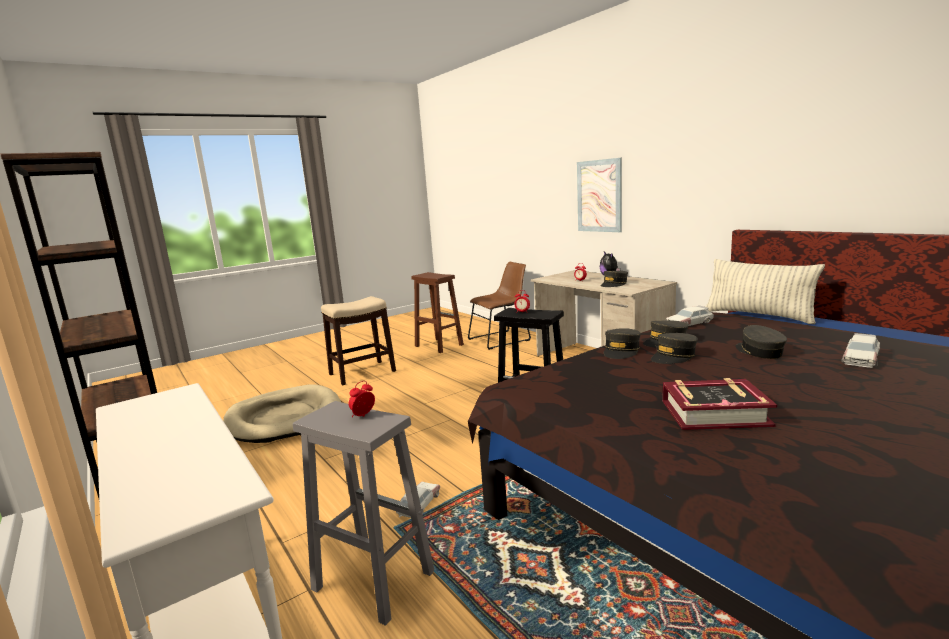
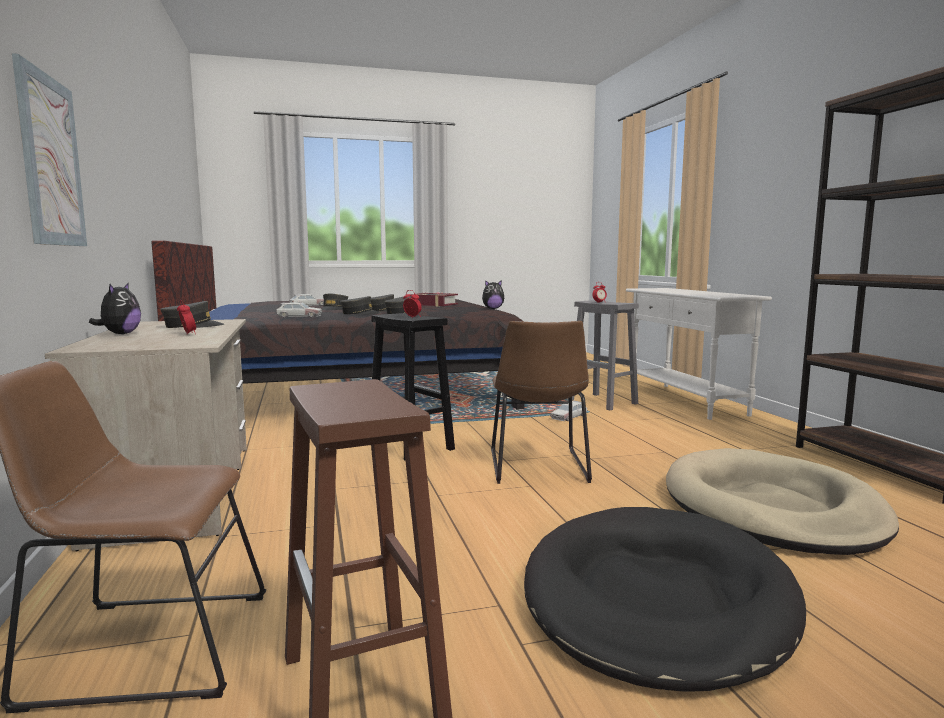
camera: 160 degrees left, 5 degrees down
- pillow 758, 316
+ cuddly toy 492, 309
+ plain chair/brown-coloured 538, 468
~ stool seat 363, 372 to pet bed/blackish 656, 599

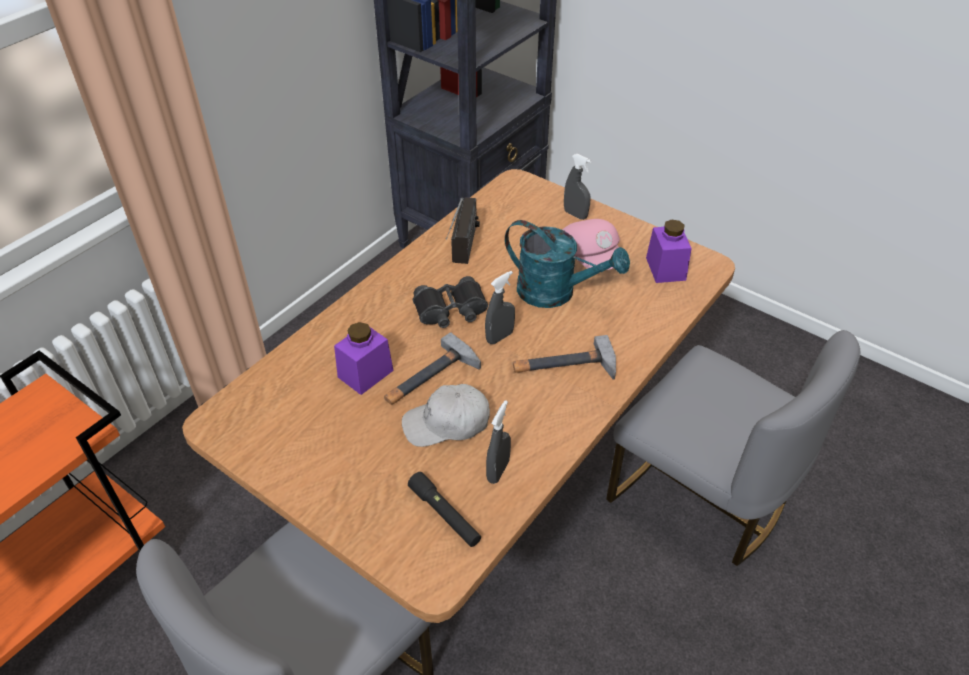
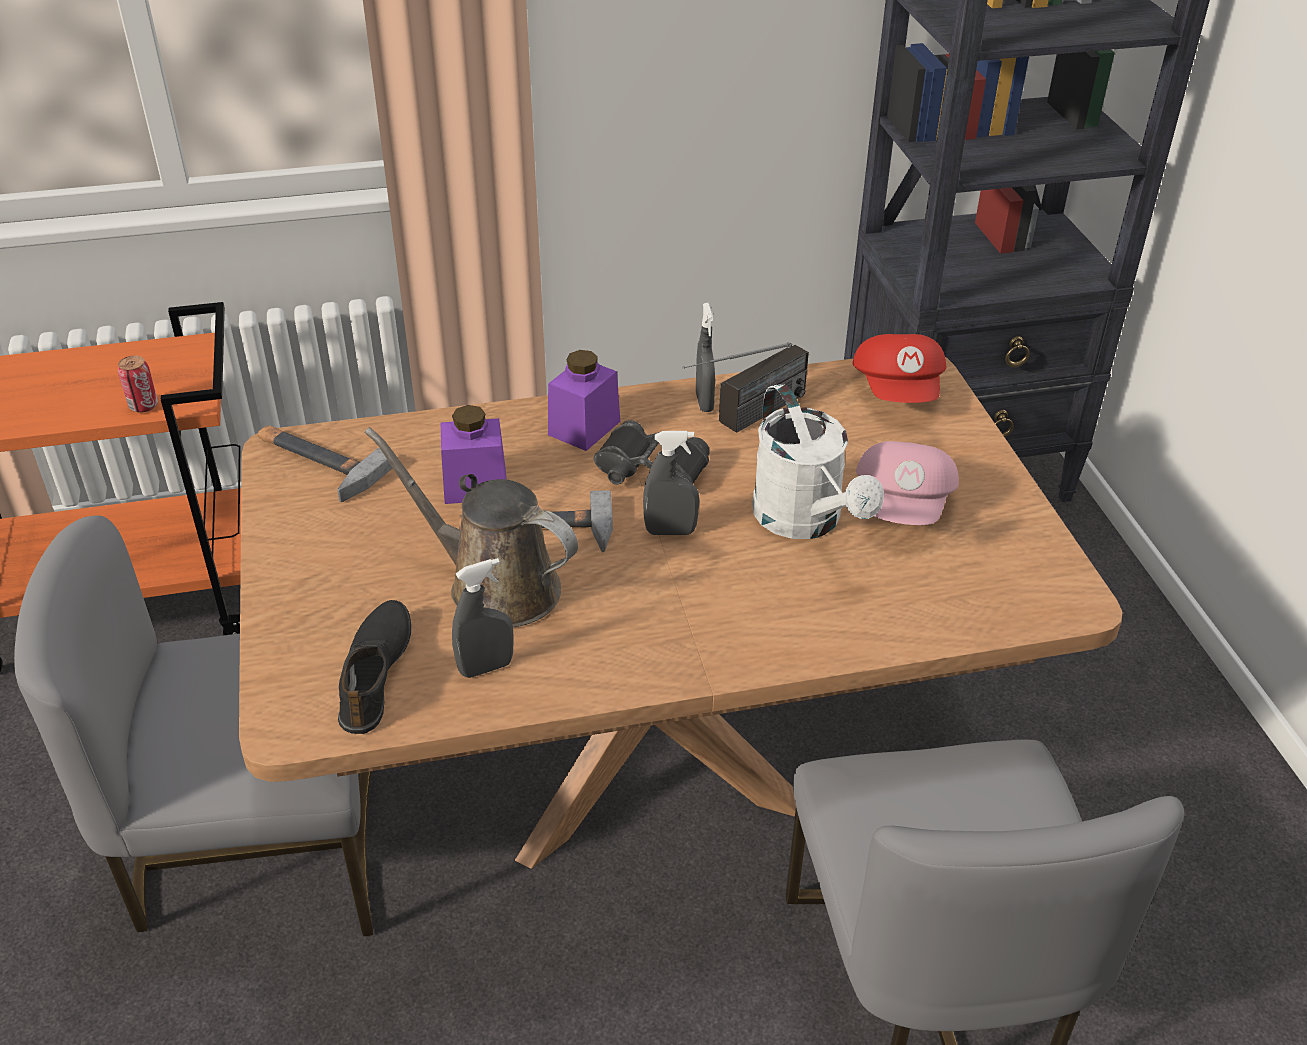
camera: 40 degrees right, 5 degrees down
+ sealed can 143, 406
+ baseball cap/red-coloured 899, 391
~ hand hammer 564, 366 to 316, 462
~ sprayer/gray 575, 214 to 704, 402
~ preserve jar/purple 665, 269 to 584, 428
~ baseball cap/white-coloured 447, 423 to sprinkling can/brown-coloured 495, 586
~ hand torch/blackish 445, 515 to shoe/blackish 376, 673
~ sprinkling can/turquoise-coloured 556, 293 to sprinkling can/white-coloured 805, 521

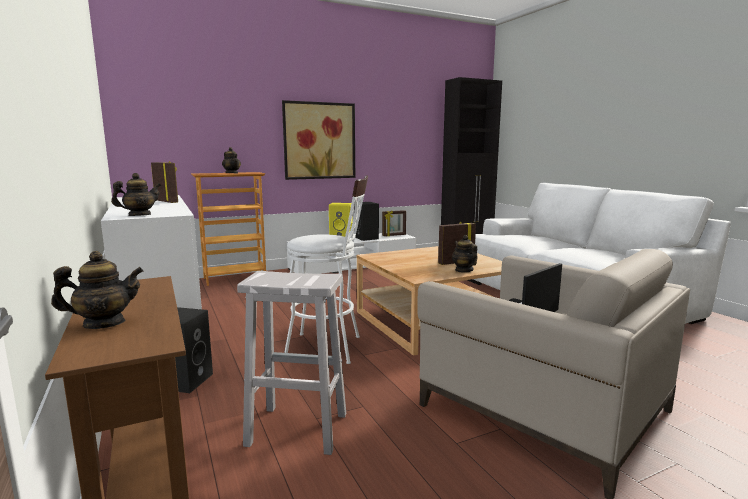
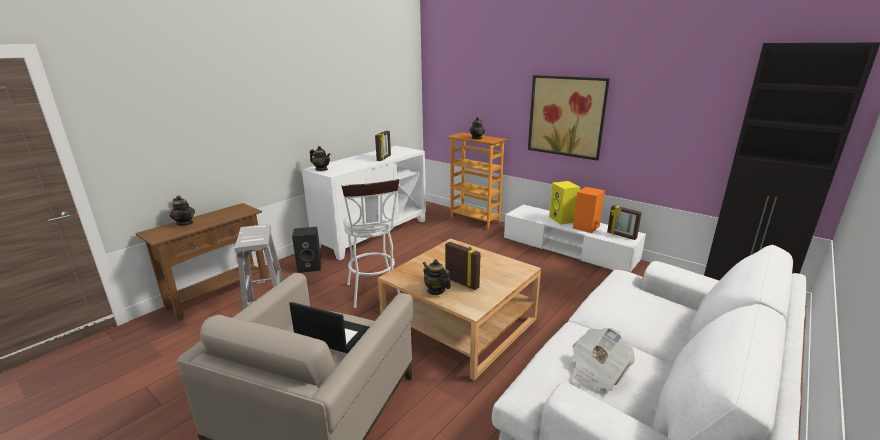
camera: 65 degrees right, 10 degrees up
+ daily paper 596, 371
~ audio speaker/blackish 367, 238 to audio speaker/orangey 586, 227
~ teapot 464, 270 = 436, 290 90 degrees counterclockwise

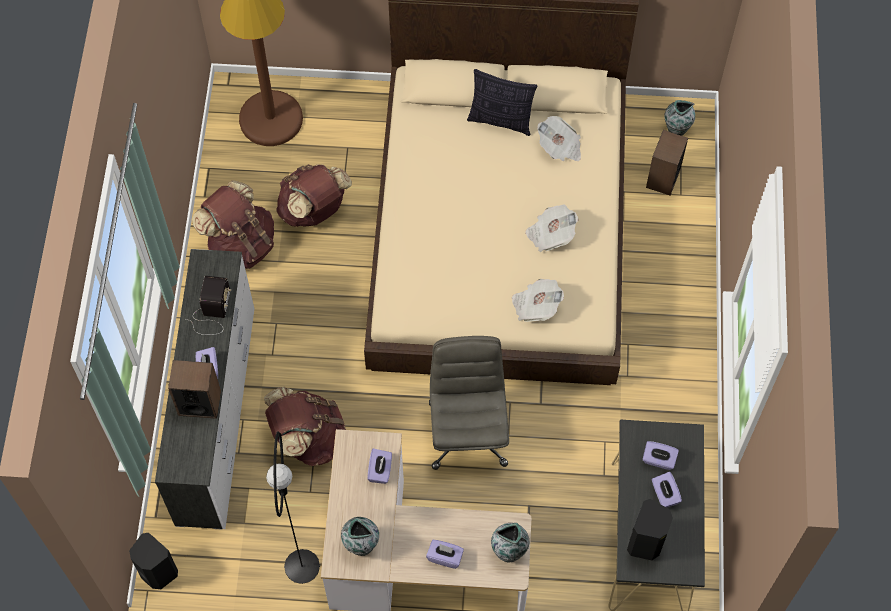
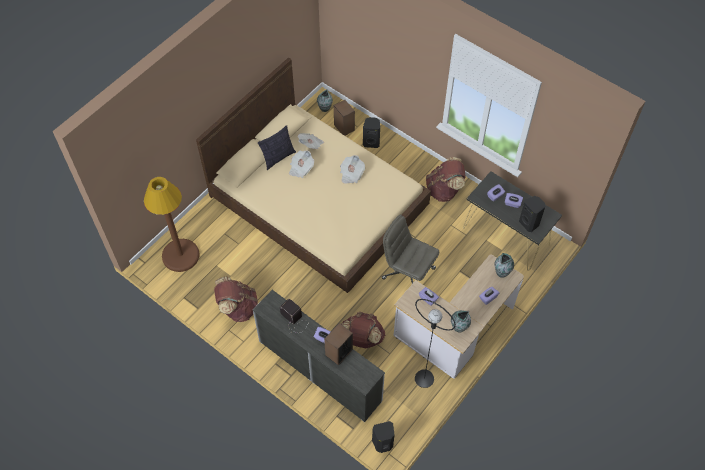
camera: 55 degrees left, 5 degrees down
+ audio speaker/blackish 371, 142
~ backpack/brown-coloured 314, 211 to 444, 190
~ daily paper 535, 306 to 301, 168

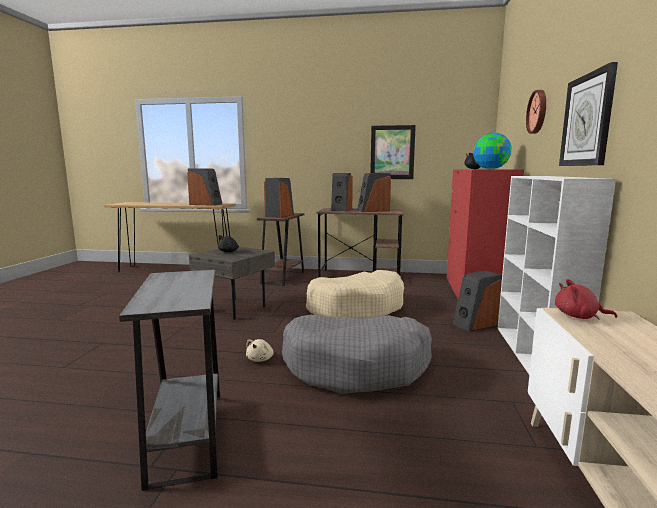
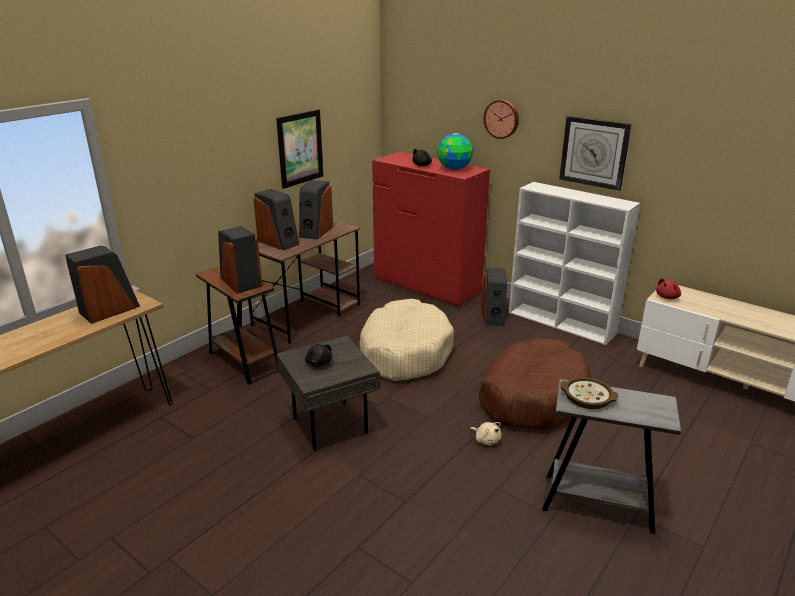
camera: 60 degrees left, 15 degrees up
+ deep dish 587, 397
~ pet bed/gray 356, 366 to pet bed/brown-coloured 532, 396

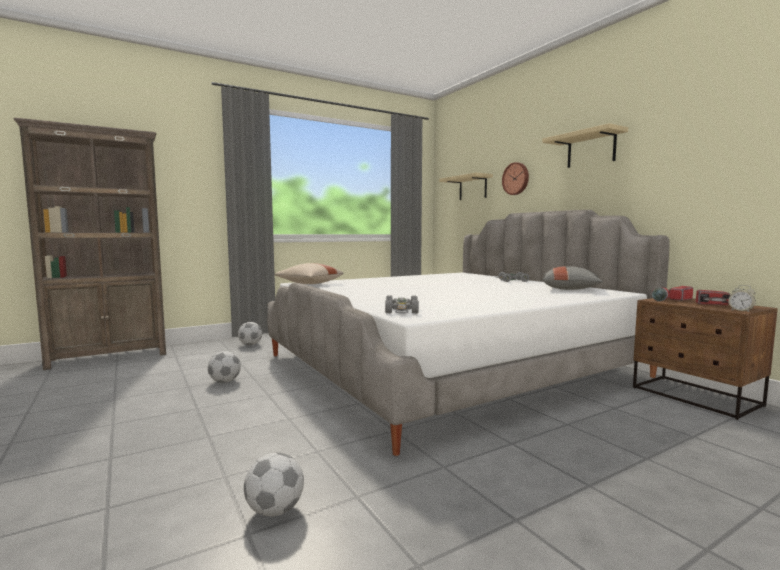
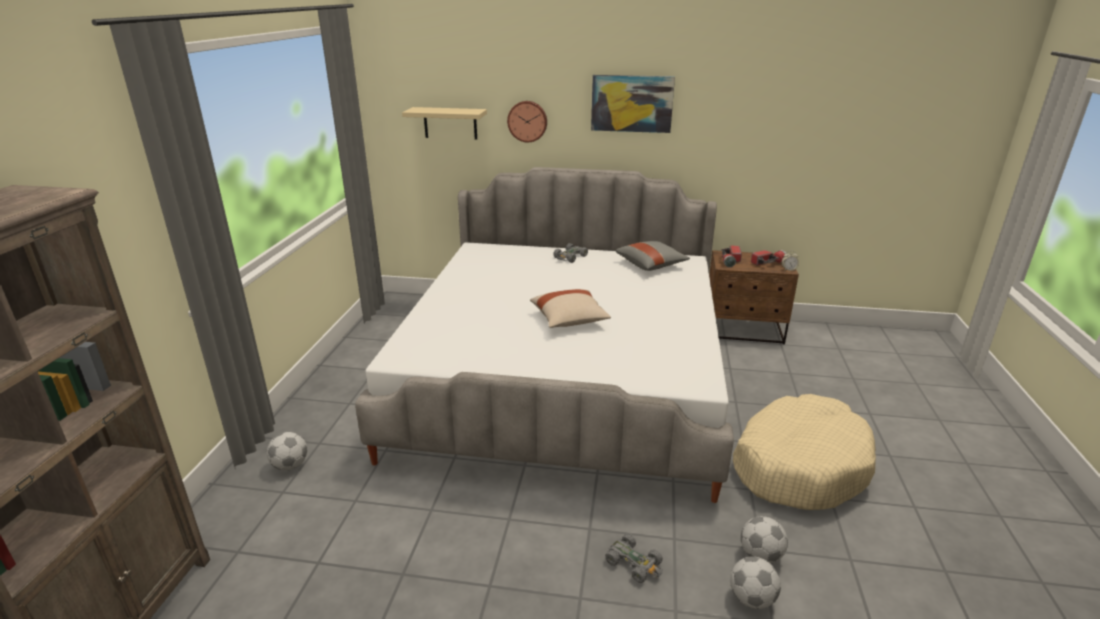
camera: 50 degrees left, 20 degrees up
+ pet bed/beige 799, 465
~ football 225, 381 to 760, 555
~ pillow/beige 309, 284 to 569, 320
~ miniature car/gray 402, 311 to 634, 563
~ wall shelf/beige 591, 149 to picture 632, 103

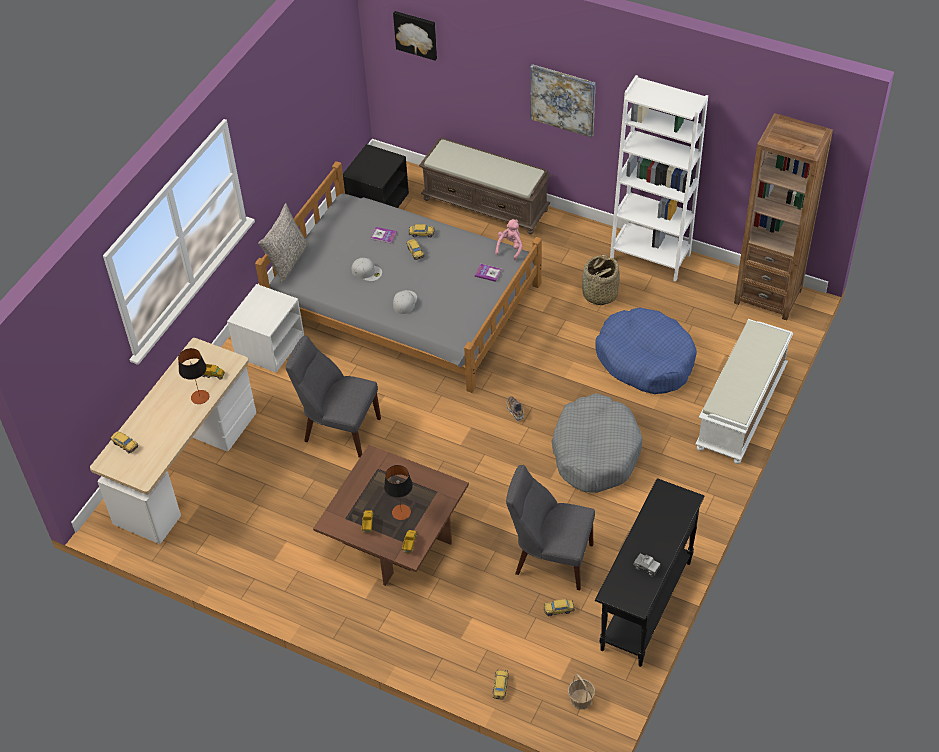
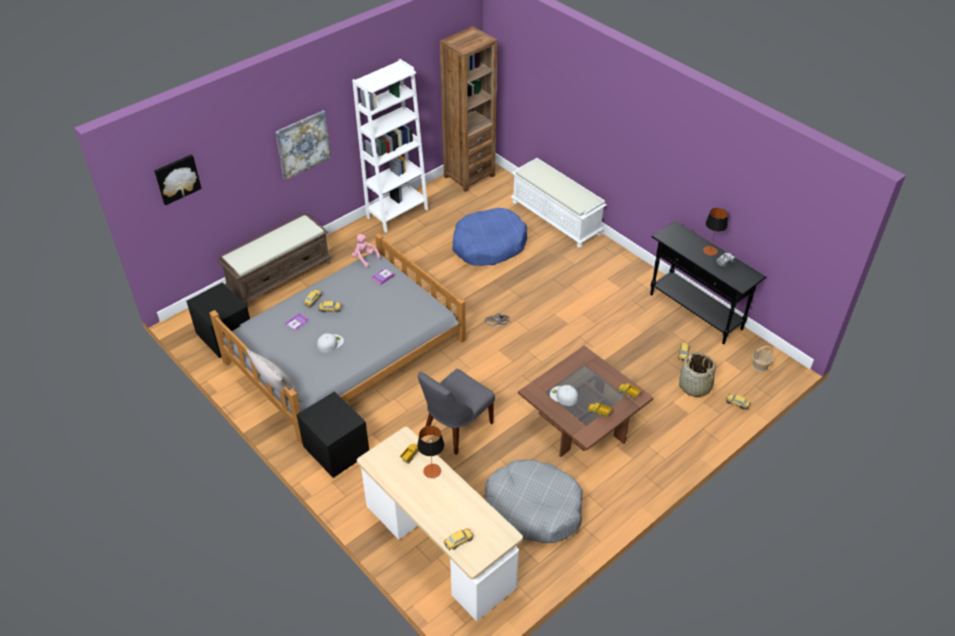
camera: 70 degrees left, 5 degrees down
- plain chair/gray 550, 558
~ tabletop lamp 401, 512 to 710, 251
~ baseball cap/white-coloured 404, 302 to 563, 396
~ pet bed/gray 595, 452 to 533, 509
~ household basket 599, 294 to 695, 386
~ nightstand/white-coloured 269, 346 to nightstand/blackish 335, 450

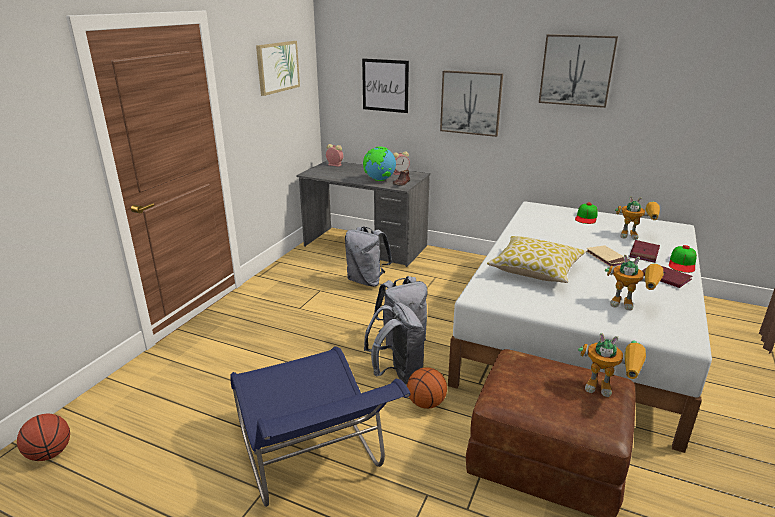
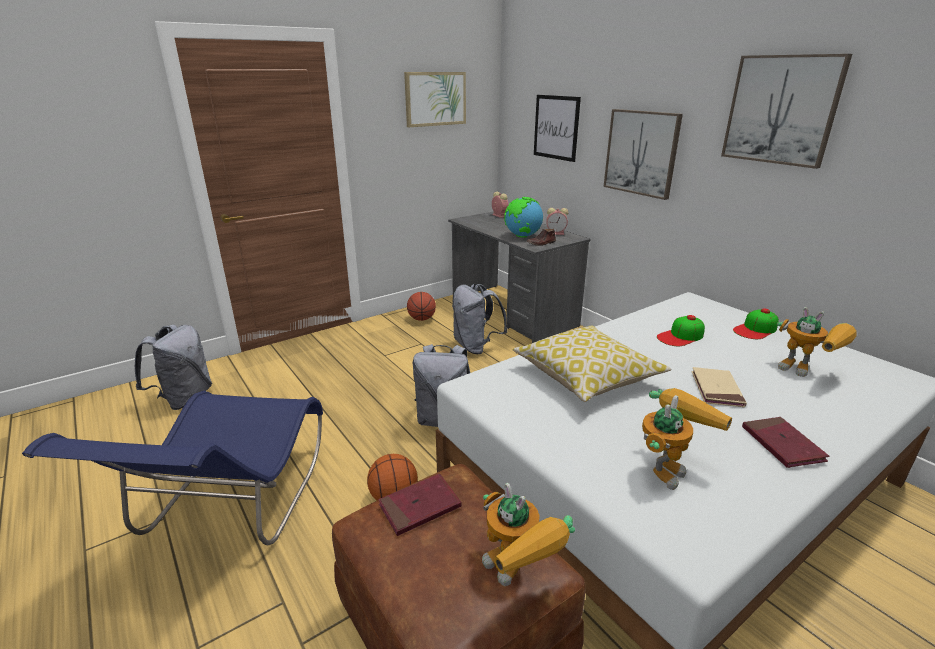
camera: 30 degrees right, 0 degrees up
~ ball for basketball 50, 453 to 421, 319
~ backpack/gray 397, 374 to 184, 398
~ book/red-coloured 644, 253 to 420, 507
~ baseball cap 682, 263 to 681, 336
~ toy robot 631, 305 = 667, 465 105 degrees counterclockwise

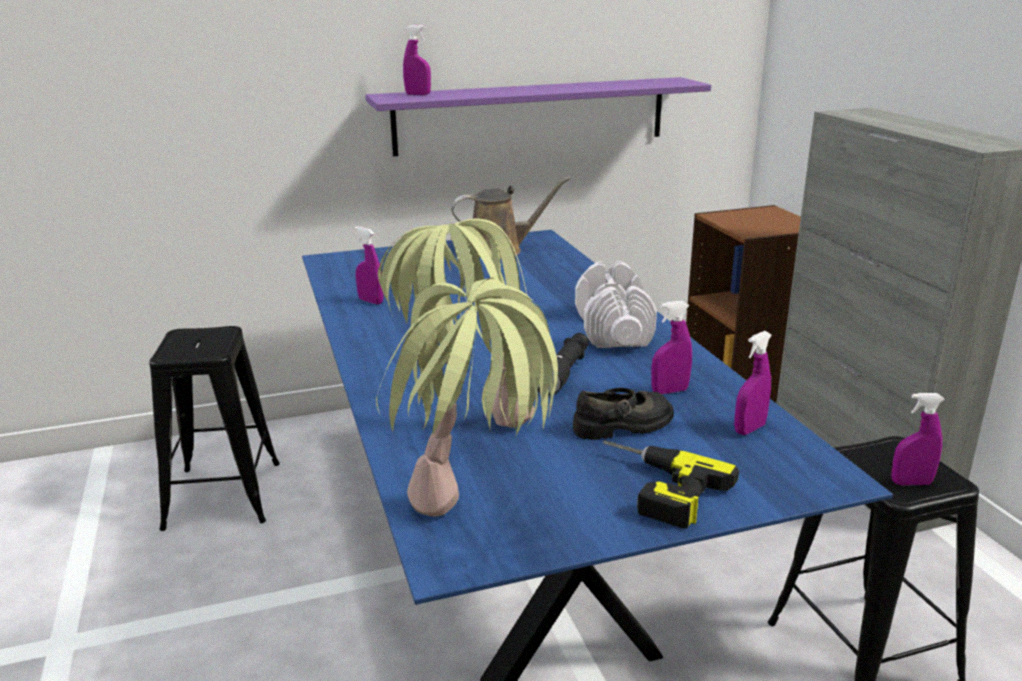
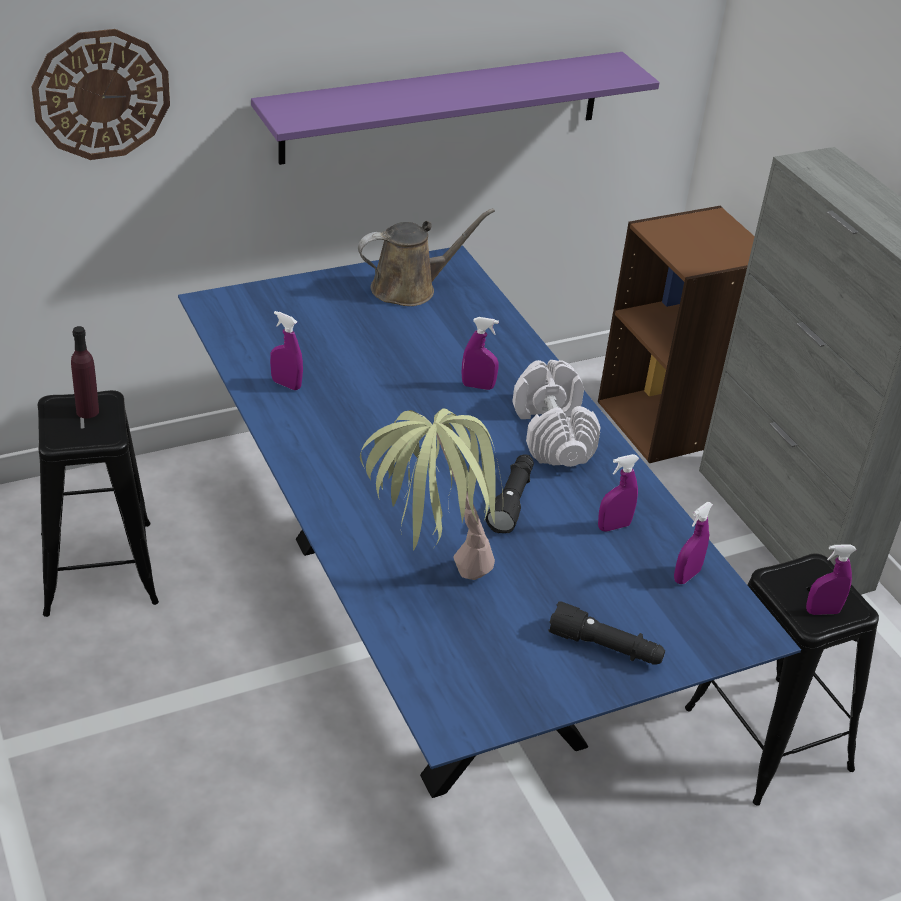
camera: 10 degrees left, 15 degrees up
- potted plant 477, 530
- shoe/blackish 624, 426
+ wall clock 101, 94
+ bottle/purple 87, 411
~ sprayer/purple 418, 94 to 478, 386
~ drill 652, 488 to hand torch/blackish 605, 648

